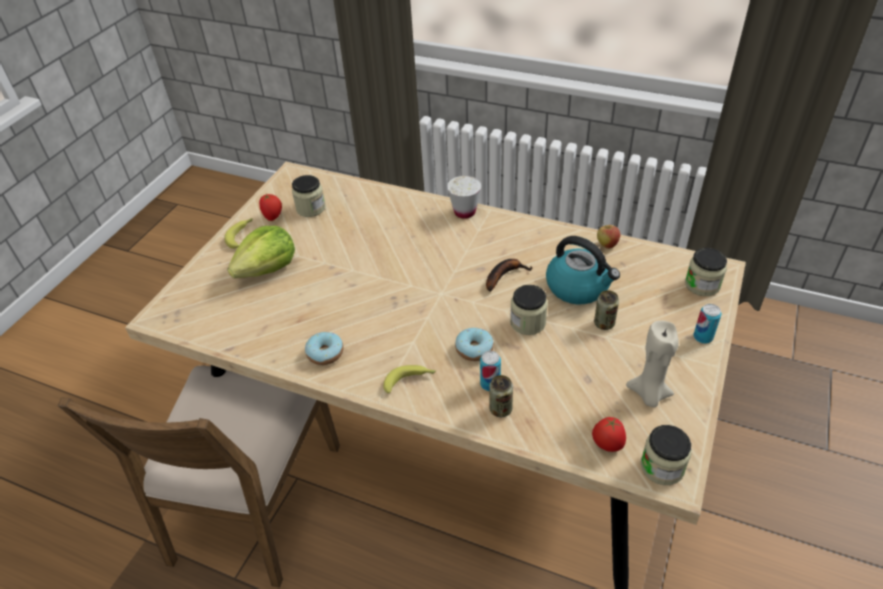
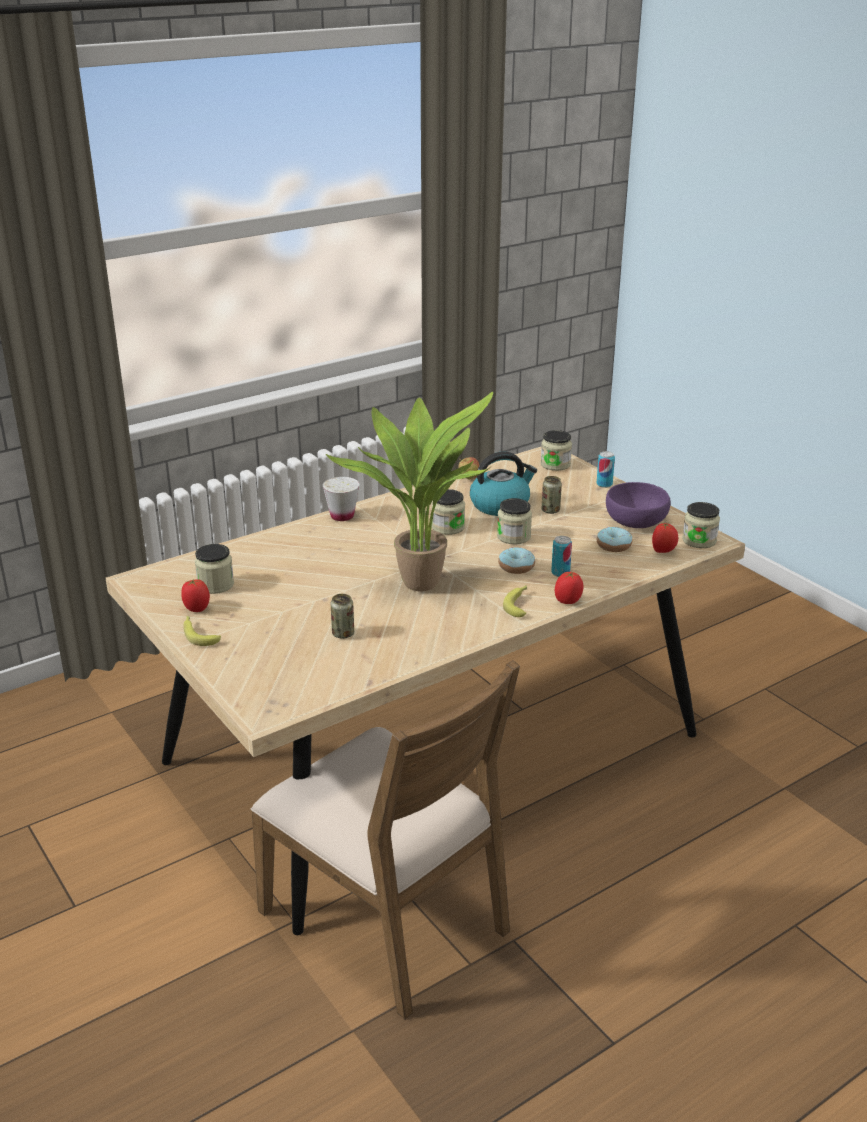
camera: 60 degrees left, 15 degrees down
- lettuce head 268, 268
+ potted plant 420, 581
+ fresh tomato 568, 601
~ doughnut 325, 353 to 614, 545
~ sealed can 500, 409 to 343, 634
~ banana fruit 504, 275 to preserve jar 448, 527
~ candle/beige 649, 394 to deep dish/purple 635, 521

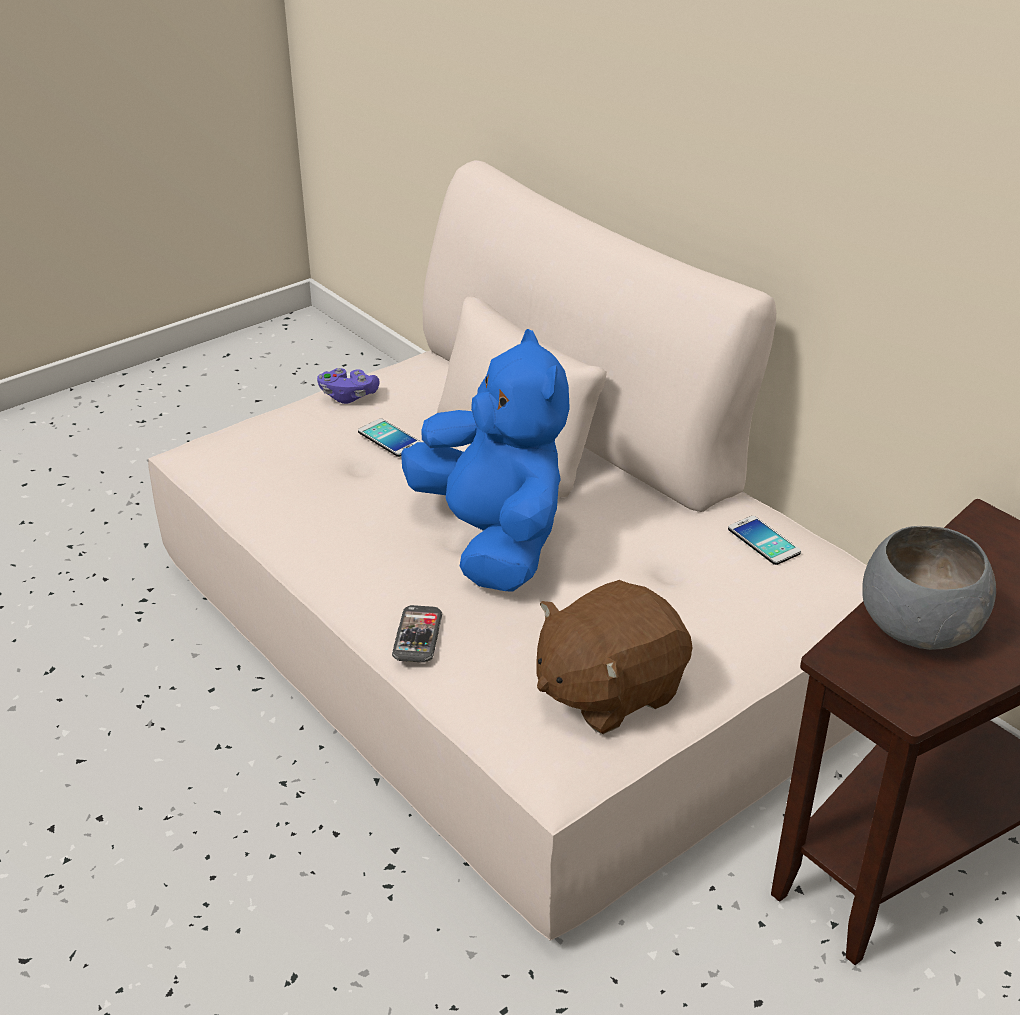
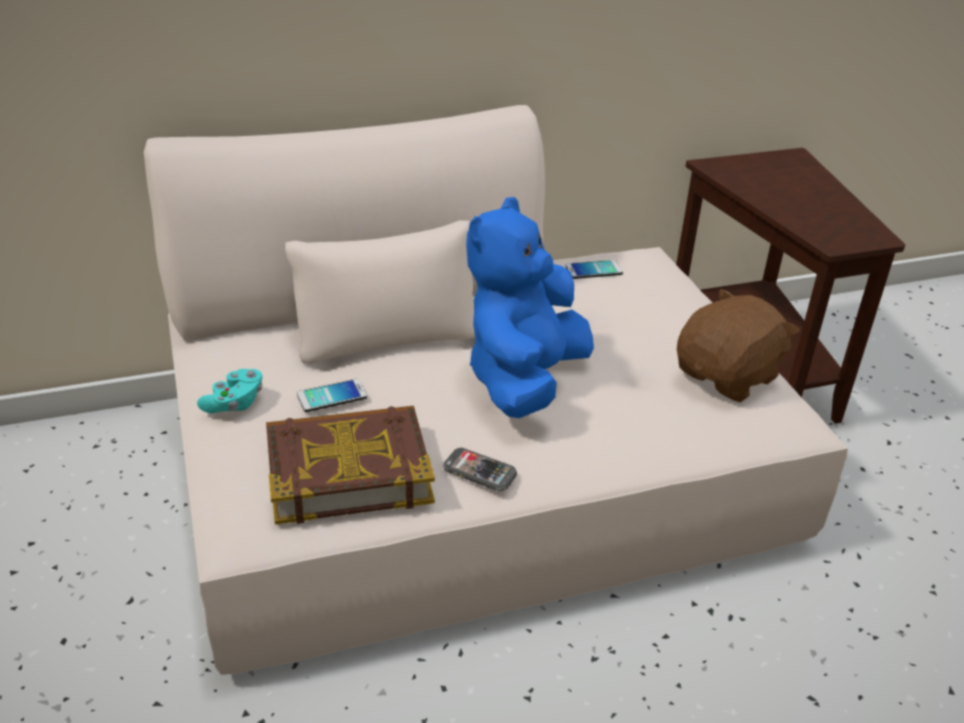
camera: 70 degrees left, 0 degrees up
- deep dish/gray 917, 628
+ book 348, 471
~ handset 417, 636 to 479, 471
~ game controller/purple 348, 396 to game controller/turquoise-coloured 234, 403
~ cuddly toy/blue-coloured 493, 540 = 524, 380 60 degrees counterclockwise
~ cuddly toy/brown-coloured 608, 690 = 728, 376 120 degrees counterclockwise

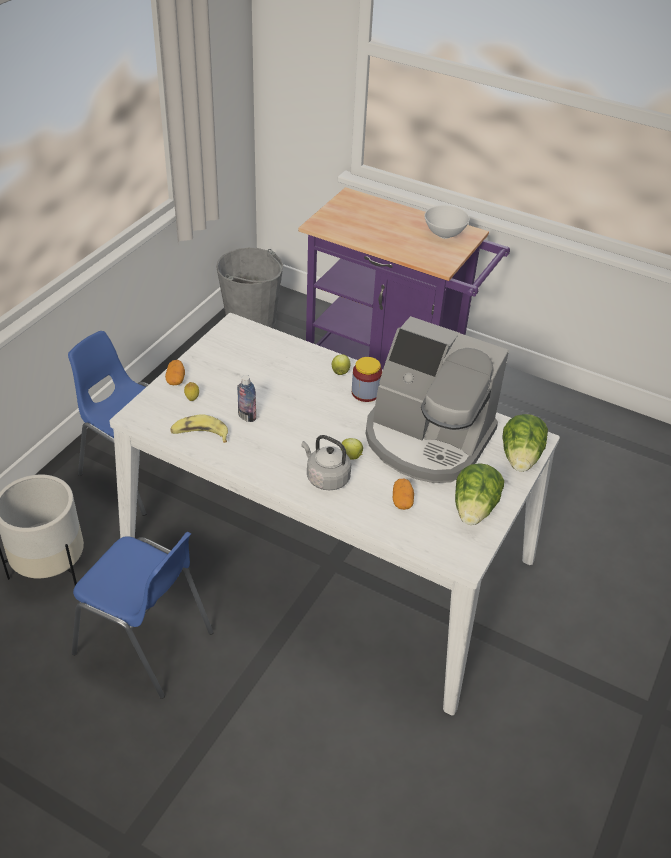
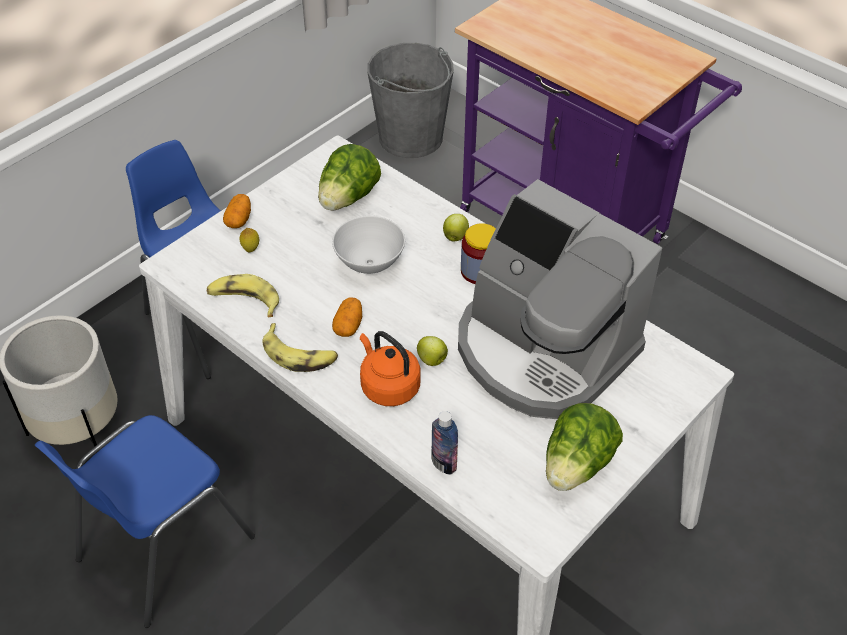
camera: 15 degrees right, 5 degrees up
+ banana fruit 300, 355
~ bottle 247, 417 to 444, 464
~ potato 402, 501 to 348, 325
~ deep dish/white-coloured 444, 235 to 369, 264
~ lettuce head 521, 459 to 348, 198
~ kettle/gray 326, 478 to kettle/orangey 388, 386
~ plain chair/blue-coloured 145, 643 = 162, 548 90 degrees clockwise

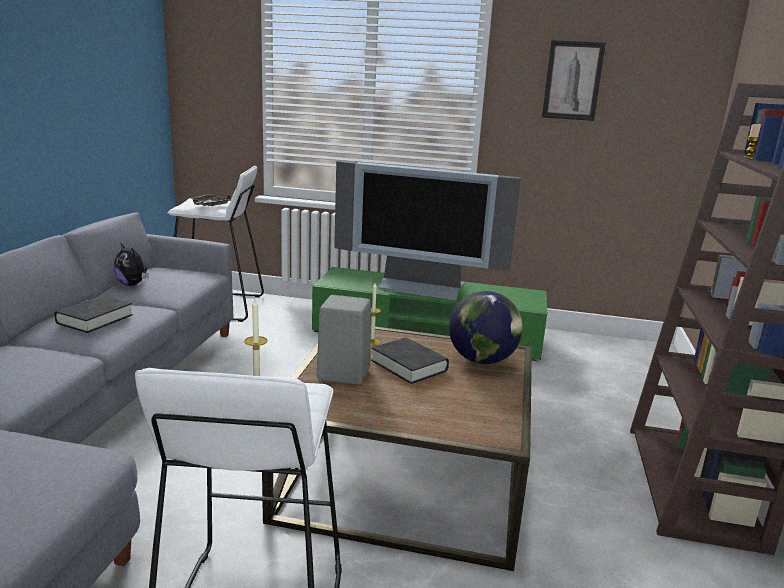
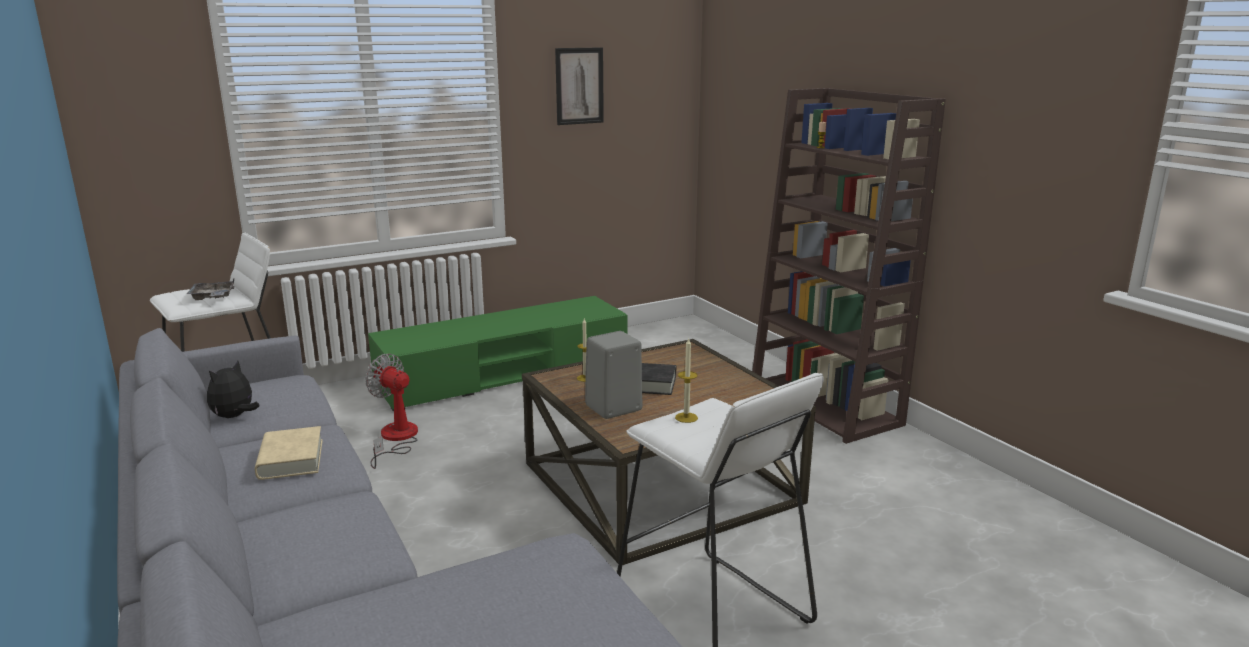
camera: 40 degrees left, 0 degrees up
- TV 422, 288
- world globe 482, 360
+ electric fan 396, 439
~ book/blackish 95, 319 to book/beige 291, 459
~ cuddly toy 133, 284 = 234, 416 120 degrees clockwise

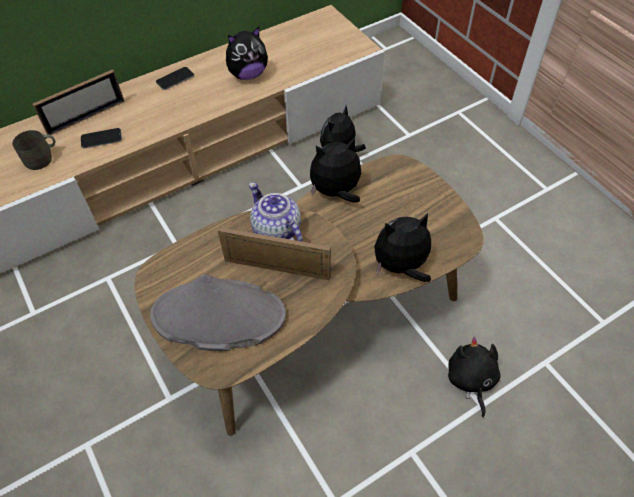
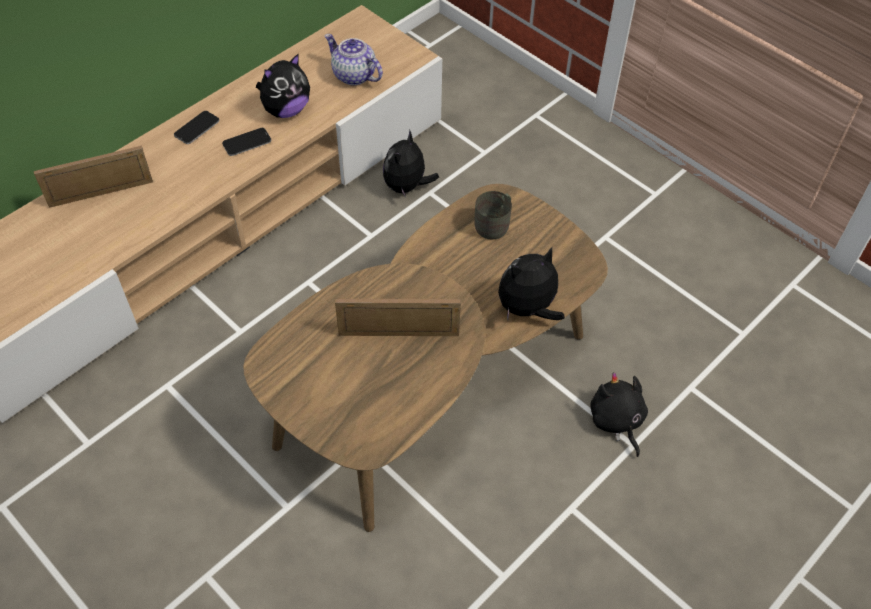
camera: 15 degrees left, 0 degrees up
- wearable hat/gray 218, 316
- cuddly toy 336, 192
~ mug/gray 42, 158 to 495, 224
~ handset 101, 139 to 247, 142
~ teapot 275, 230 to 353, 75
~ picture frame 86, 117 = 101, 193 150 degrees counterclockwise

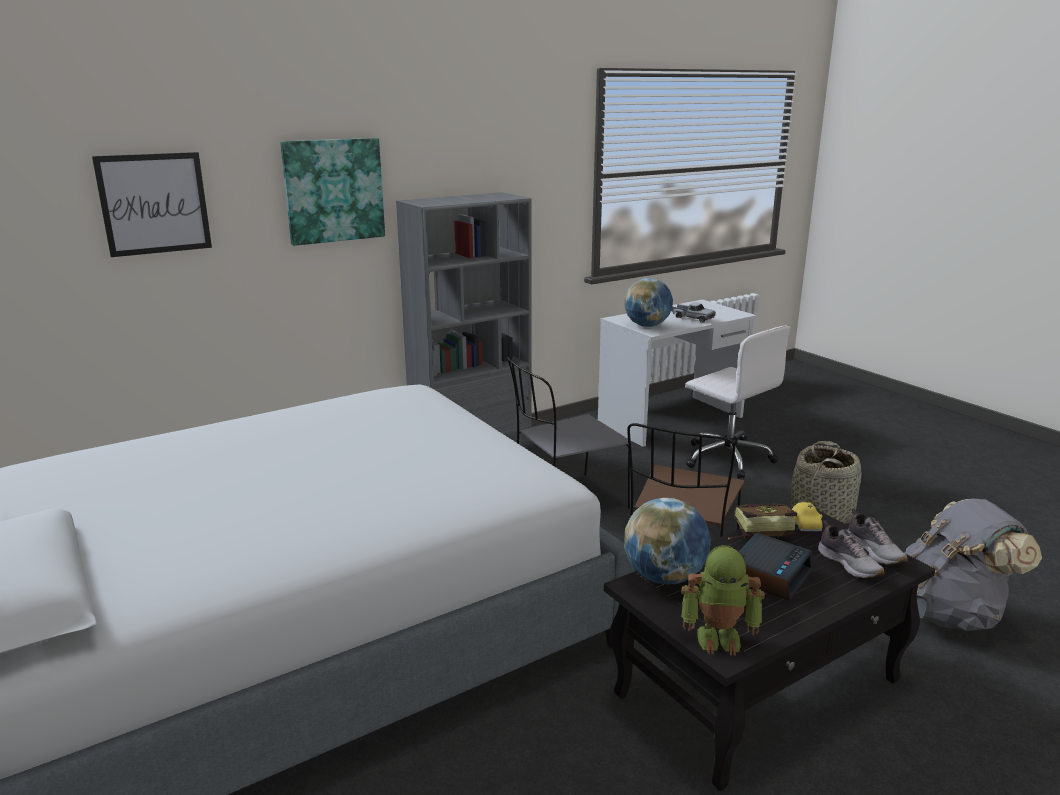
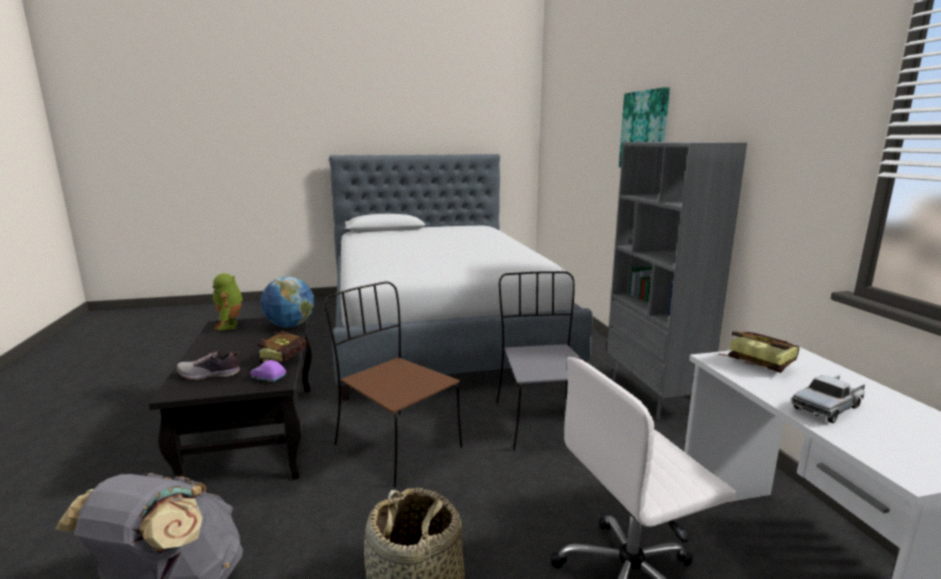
camera: 110 degrees right, 5 degrees down
- picture 154, 204
- table clock 769, 574
- shoe 874, 551
~ world globe 647, 325 to book 754, 362
~ miniature car/yellow 806, 524 to miniature car/purple 268, 378
~ toy robot 719, 637 = 230, 326 45 degrees counterclockwise

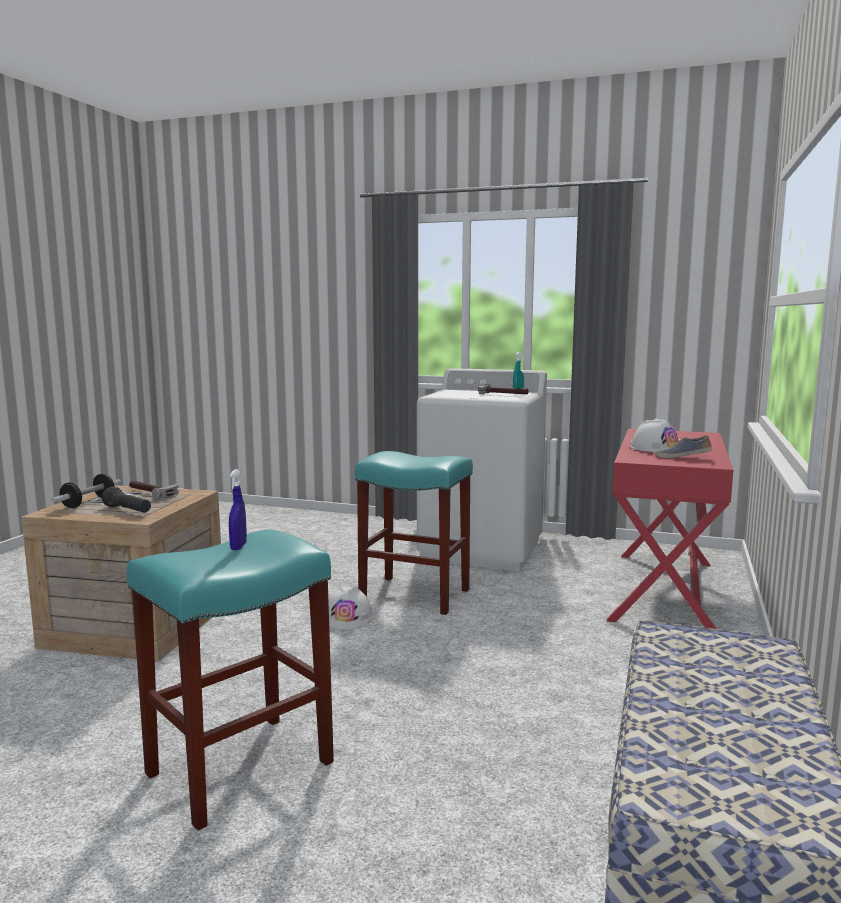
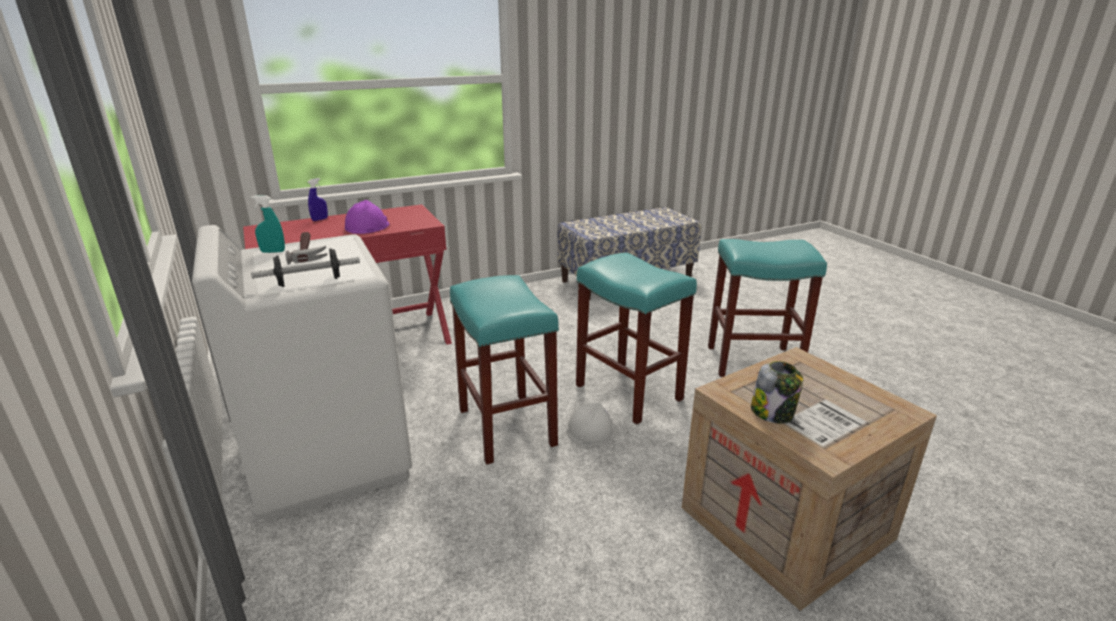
camera: 135 degrees left, 15 degrees up
- hand torch/blackish 128, 511
- shoe 682, 457
+ stool seat/turquoise-coloured 630, 392
~ hand weight 88, 503 to 309, 281
~ sprayer/blue-coloured 238, 547 to 320, 219
~ hand hammer 154, 493 to preserve jar 773, 413
~ work helmet/white-coloured 656, 448 to work helmet/purple 367, 226

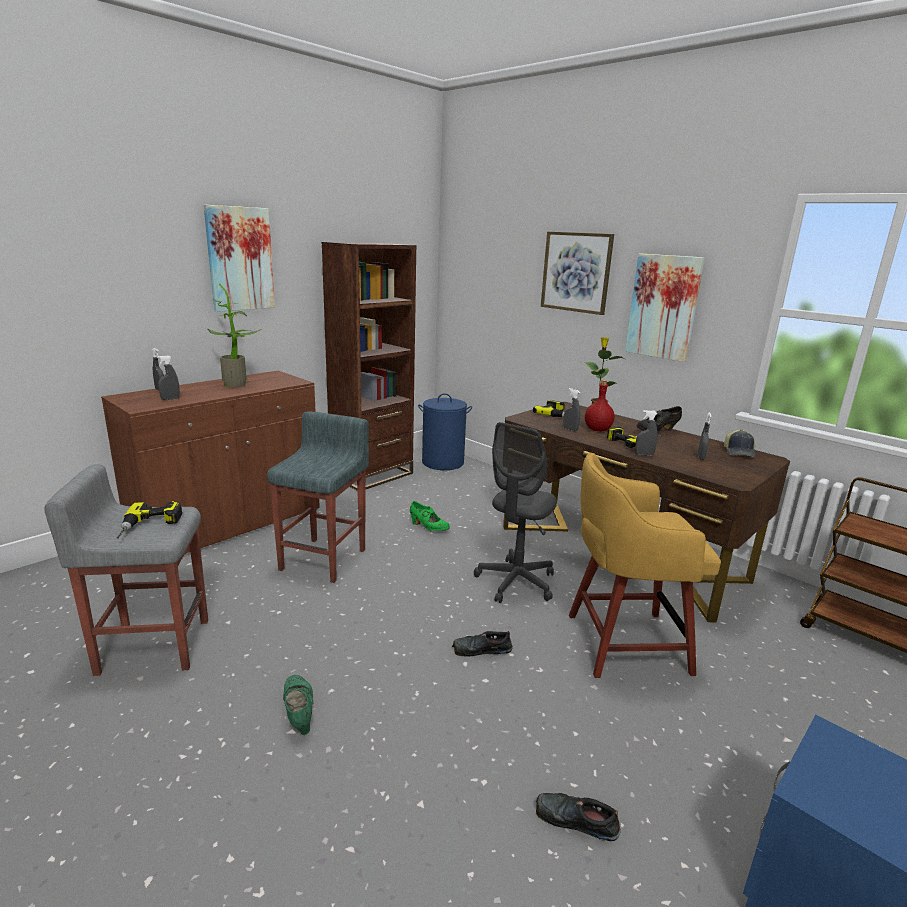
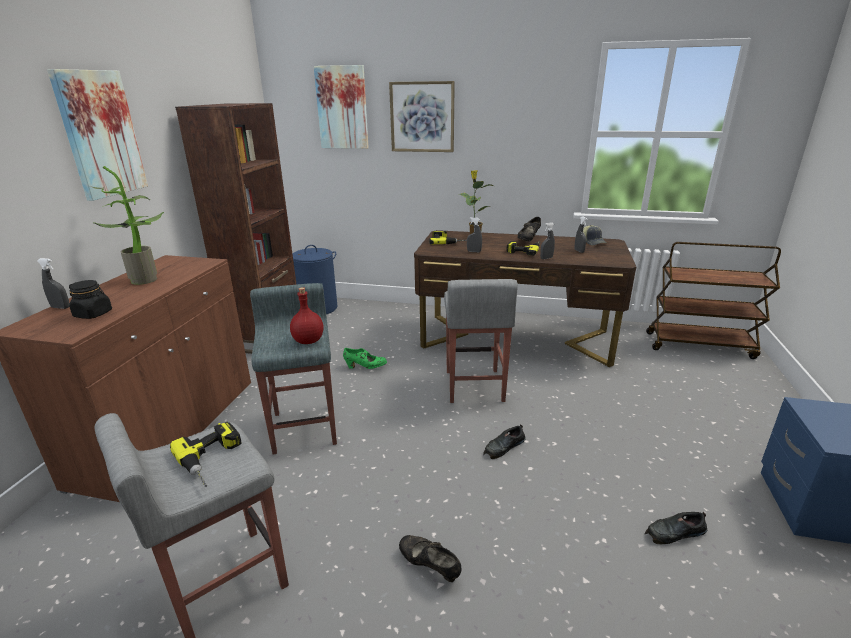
camera: 30 degrees left, 5 degrees up
- stool seat/yellow 622, 643
~ bottle/red-coloured 598, 429 to 308, 340
~ picture 663, 307 to 342, 108
~ sprayer/gray 170, 399 to preserve jar/blackish 93, 314
~ desk chair/gray 516, 582 to stool seat/gray 474, 386
~ shoe/green-coloured 298, 713 to shoe/blackish 429, 567

